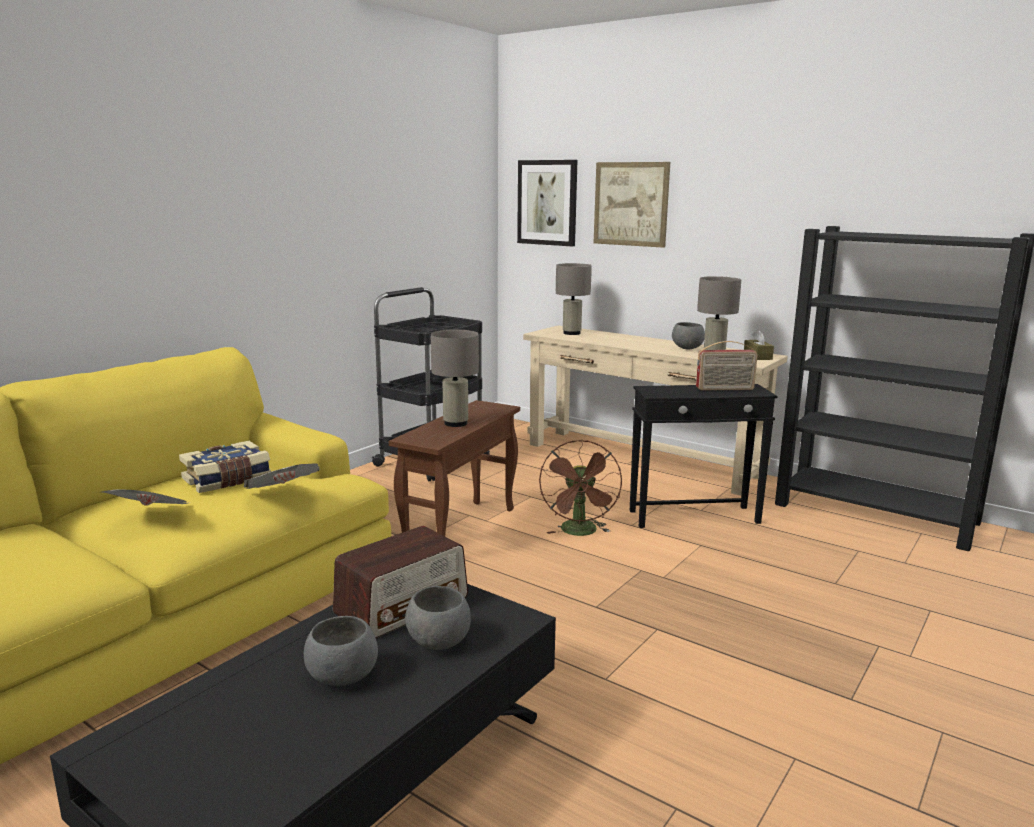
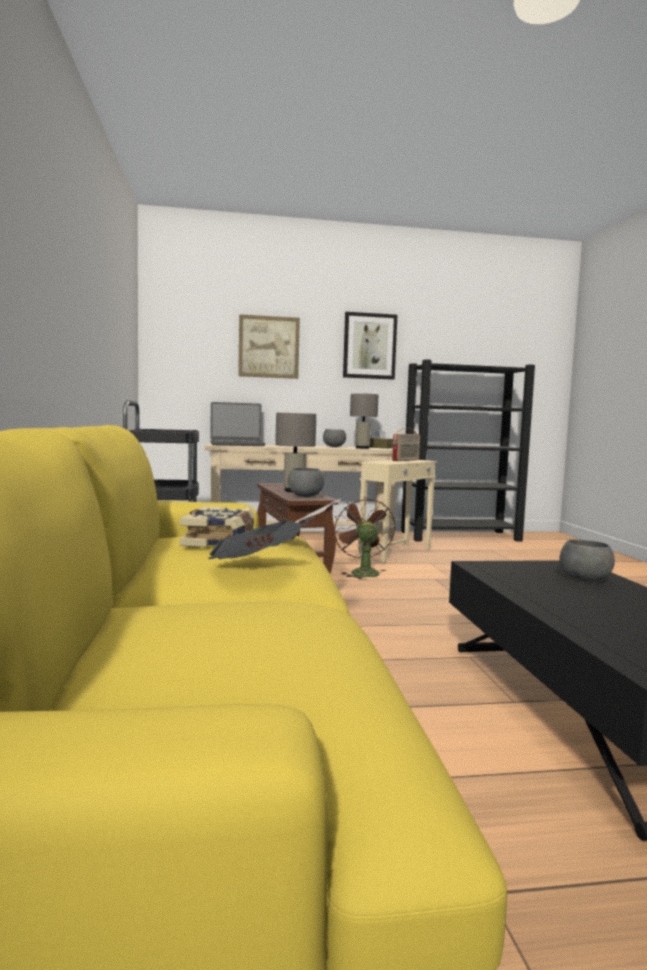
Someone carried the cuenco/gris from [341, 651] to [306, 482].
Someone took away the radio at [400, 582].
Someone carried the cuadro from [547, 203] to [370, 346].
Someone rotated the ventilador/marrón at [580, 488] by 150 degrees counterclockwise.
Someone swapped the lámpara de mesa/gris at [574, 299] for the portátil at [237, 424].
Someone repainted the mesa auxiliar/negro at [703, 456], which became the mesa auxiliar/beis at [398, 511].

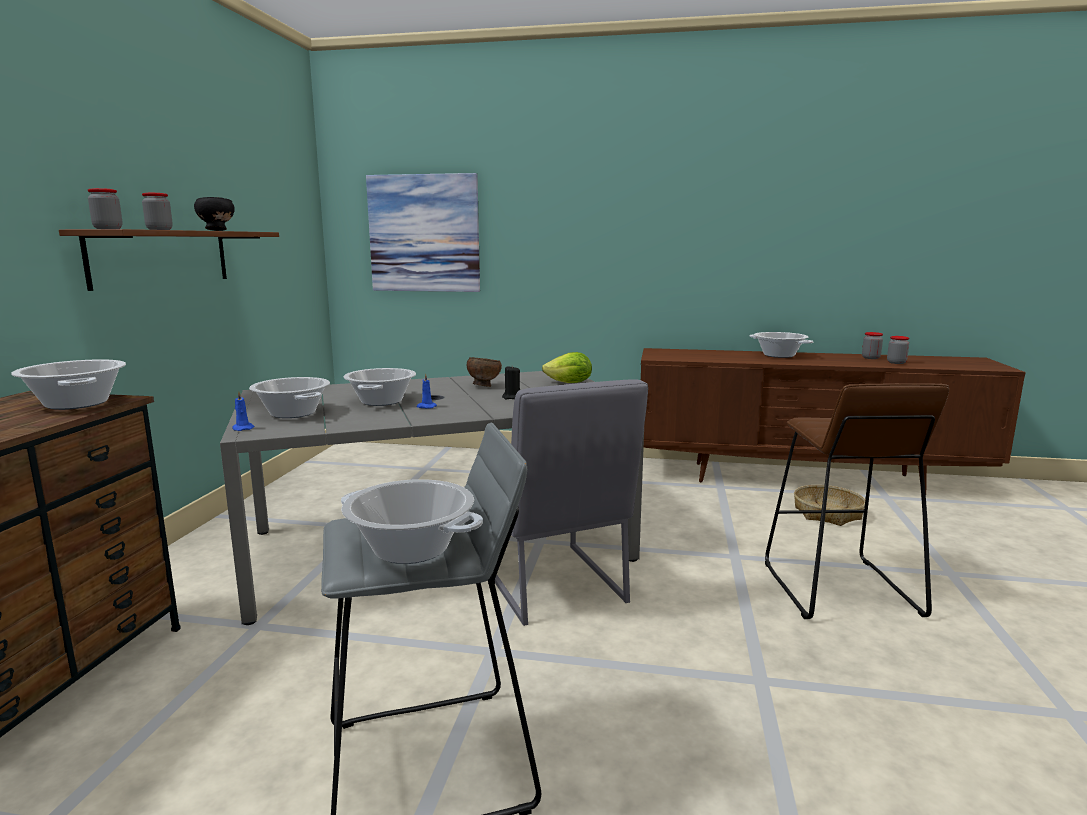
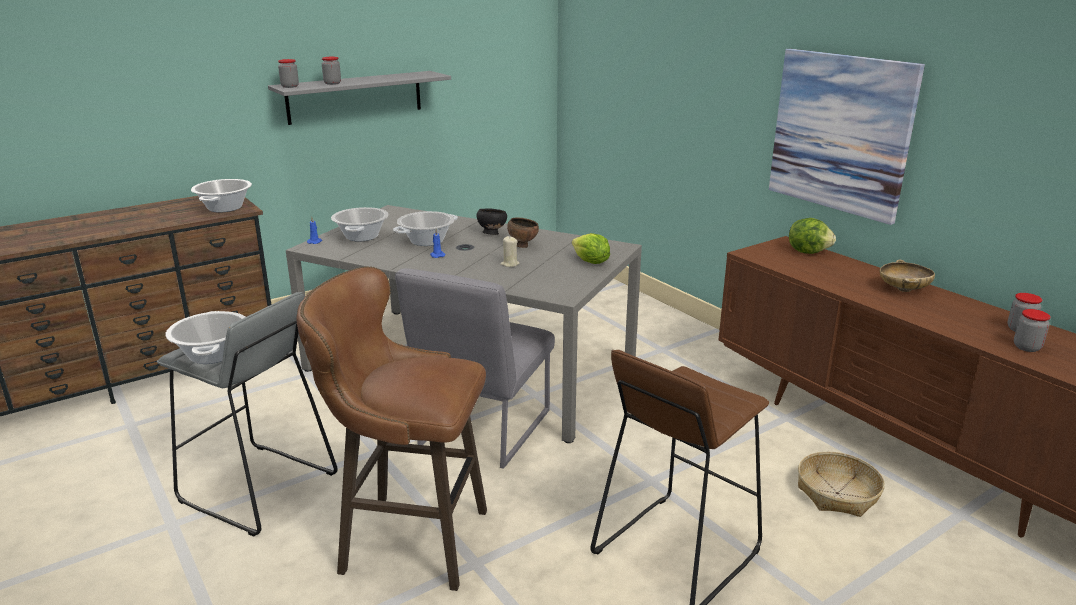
Someone repainted the estante/marrón at [169, 260], which became the estante/gris at [359, 98].
Someone carried the cuenco/negro from [214, 214] to [492, 221].
Someone carried the cuadro from [423, 232] to [847, 137].
Someone repainted the vela/negro at [511, 382], which became the vela/beis at [509, 251].
Someone swapped the olla at [782, 345] for the cuenco/beis at [907, 275].
Someone put down the taburete/marrón at [391, 428].
Someone put down the lechuga at [812, 236].

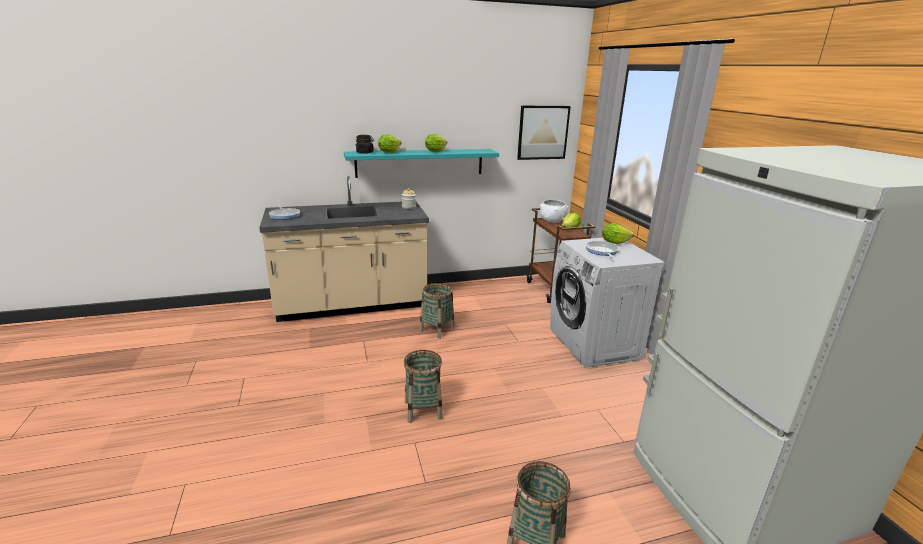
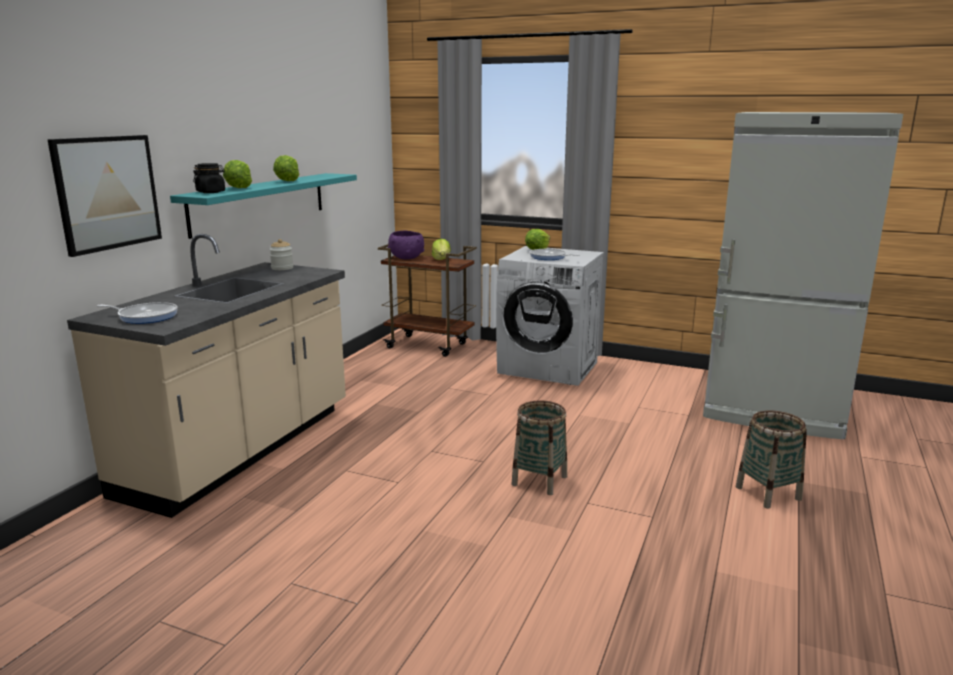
Someone took away the cesta at [437, 311].
Someone carried the cuadro from [544, 133] to [104, 196].
Someone repainted the cuenco/blanco at [554, 211], which became the cuenco/morado at [406, 244].

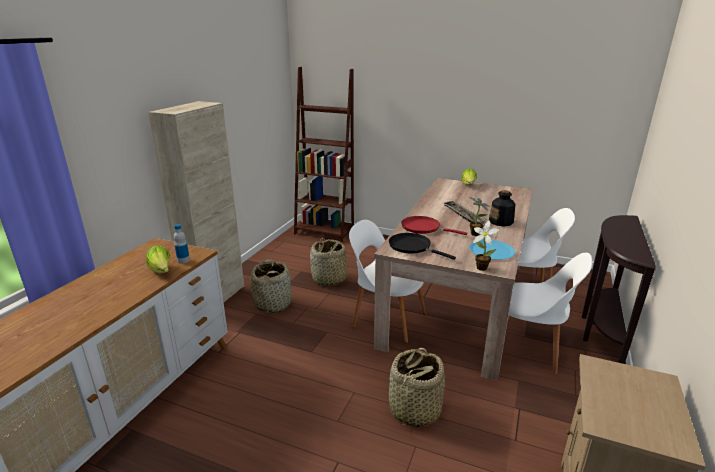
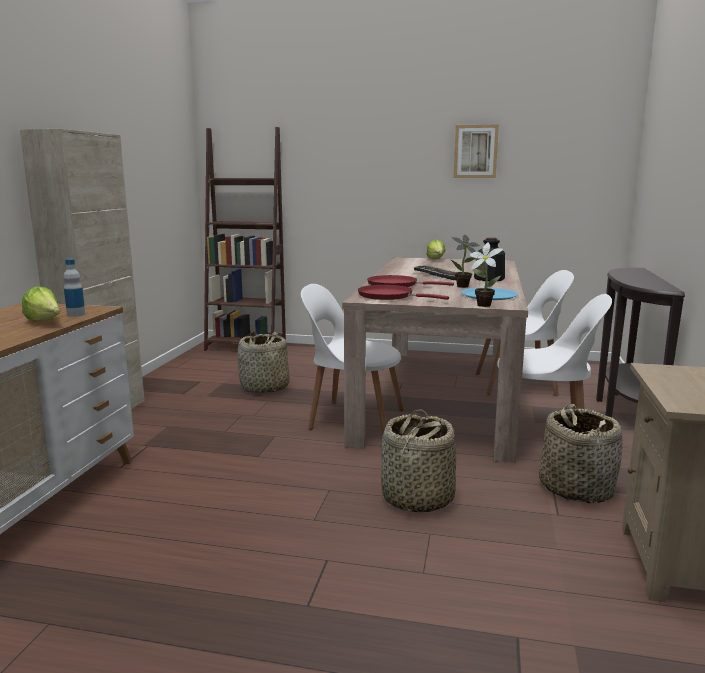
Someone carried the cesta from [271, 286] to [581, 453].
Someone repainted the sartén/negro at [422, 246], which became the sartén/rojo at [403, 292].
Someone put up the cuadro at [476, 151].

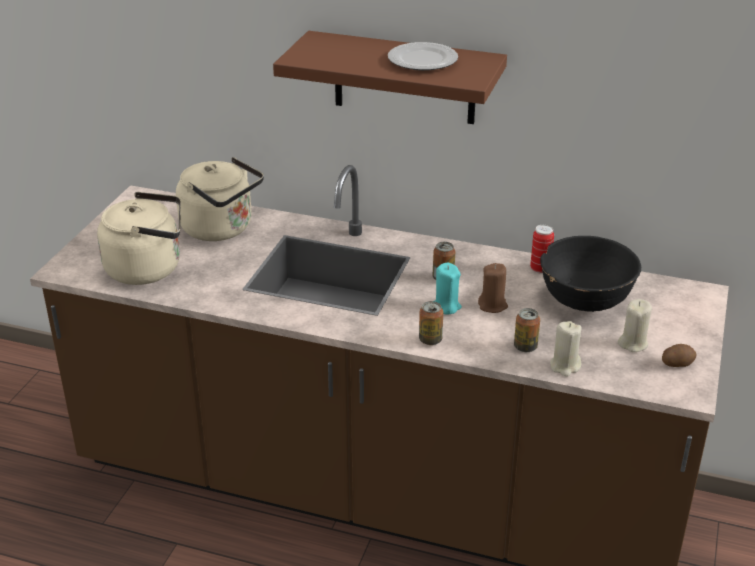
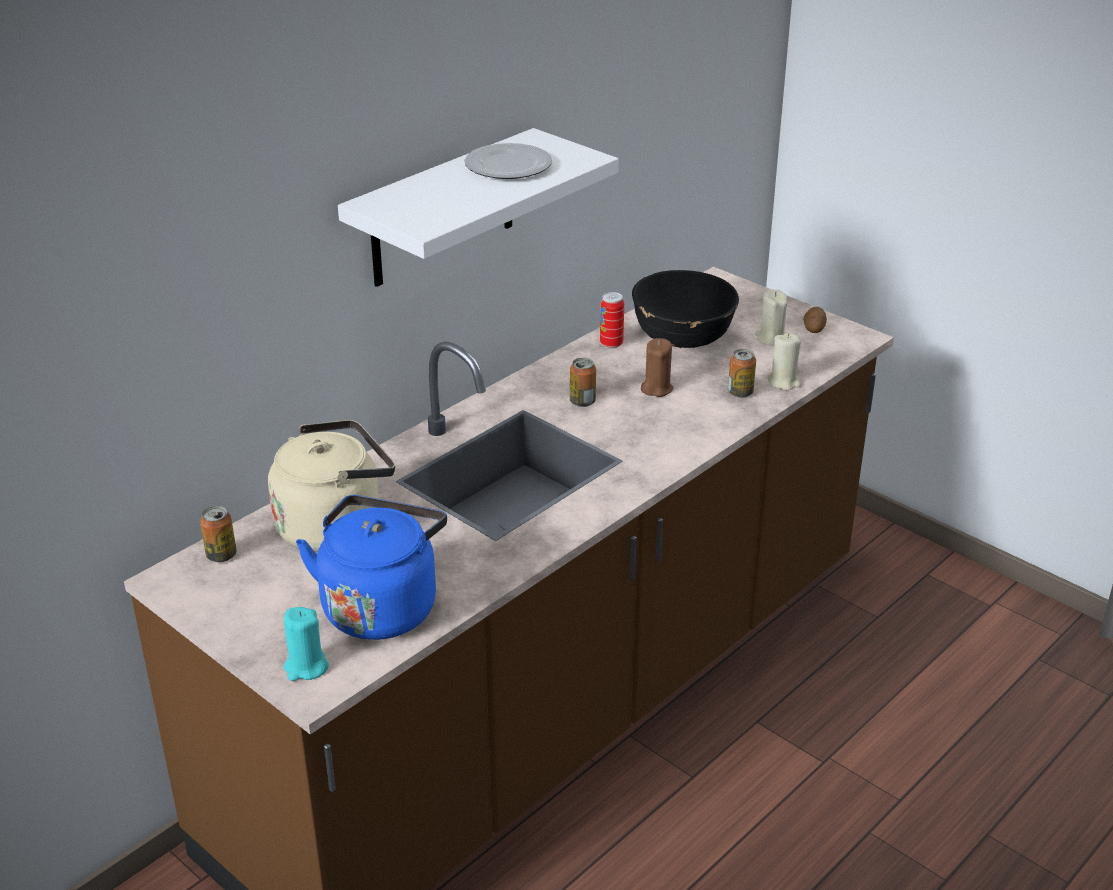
Someone repainted the hervidor/beis at [139, 238], which became the hervidor/azul at [371, 567].
Someone repainted the estante/marrón at [390, 77], which became the estante/blanco at [478, 207].
Someone carried the lata from [431, 323] to [218, 534].
Someone carried the vela/turquesa from [448, 289] to [306, 644].

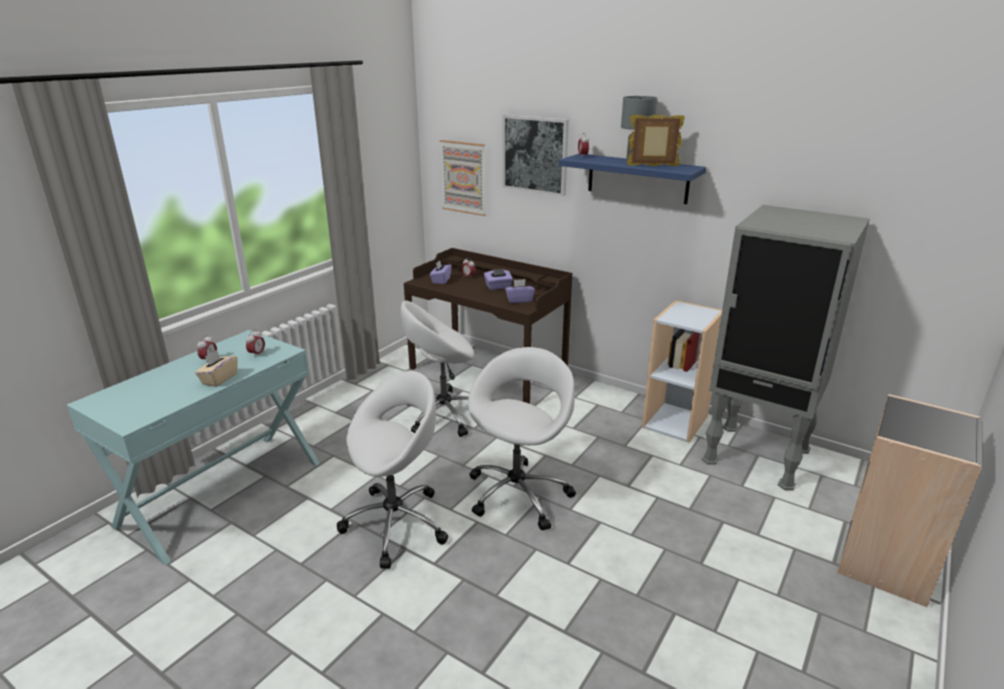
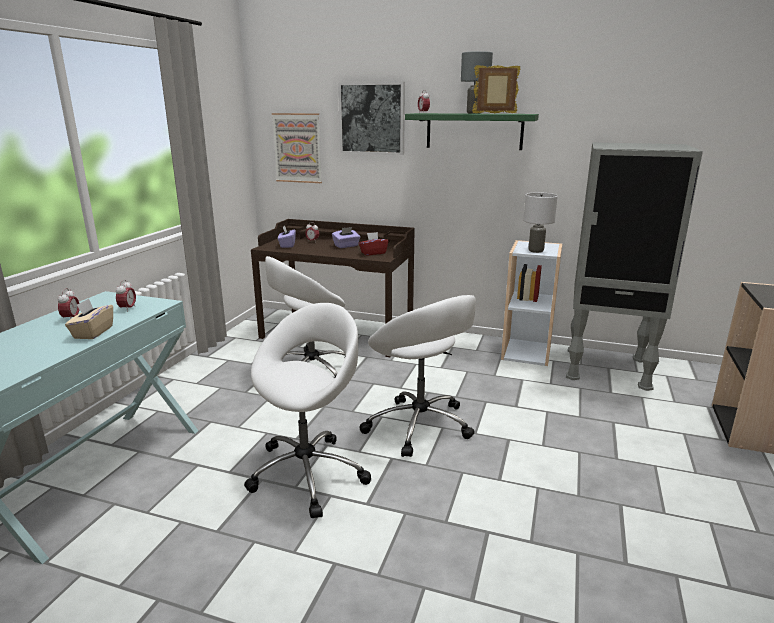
Someone rotated the silla de oficina/blanco at [522, 438] by 120 degrees clockwise.
Someone repainted the caja de pañuelos/morado at [520, 291], which became the caja de pañuelos/rojo at [373, 243].
Someone repainted the estante/azul at [632, 179], which became the estante/verde at [472, 131].
Someone put down the lámpara de mesa/blanco at [540, 222].

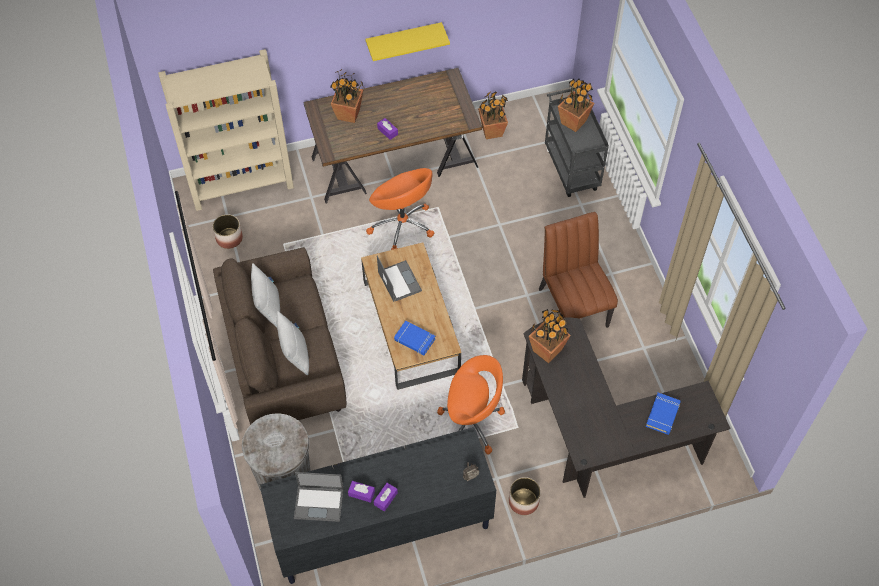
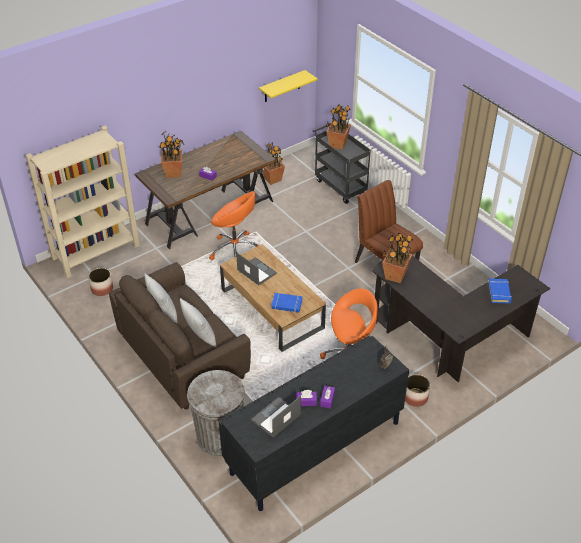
Someone rotated the portátil at [319, 497] by 150 degrees clockwise.
Someone carried the estante/amarillo from [407, 41] to [288, 86].

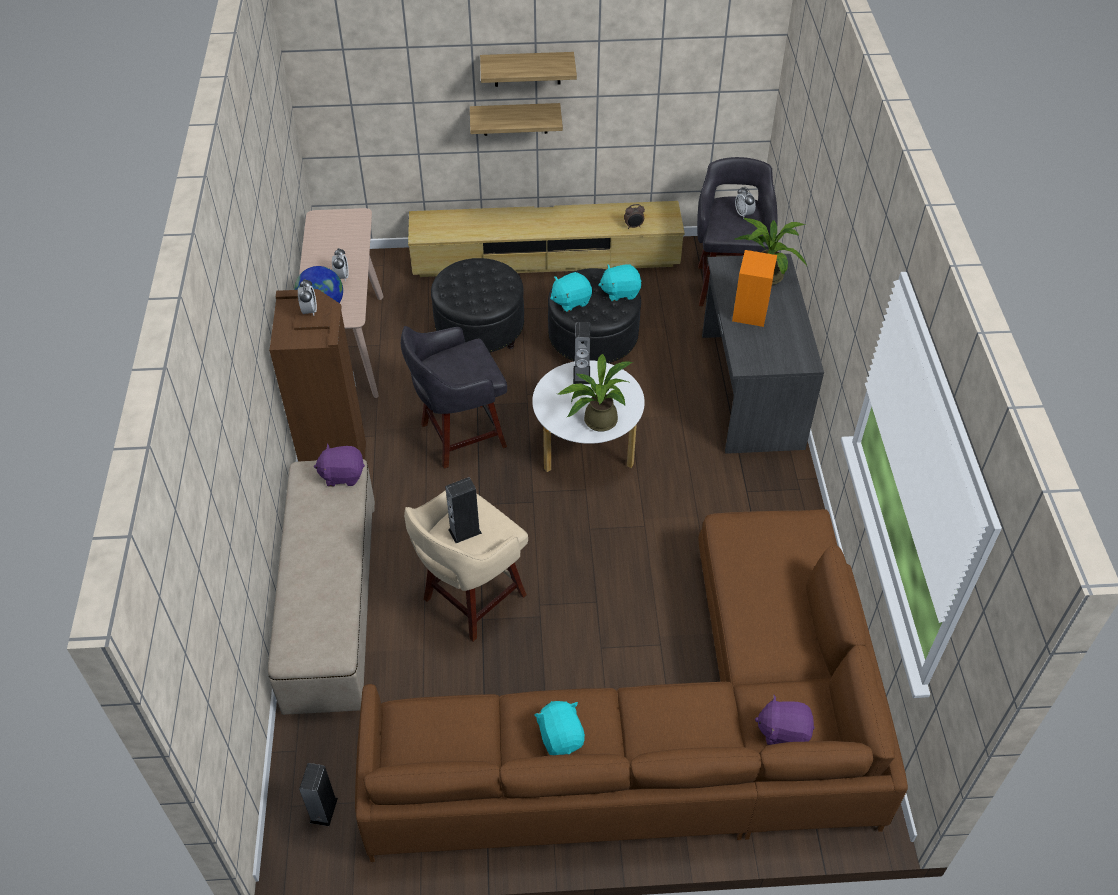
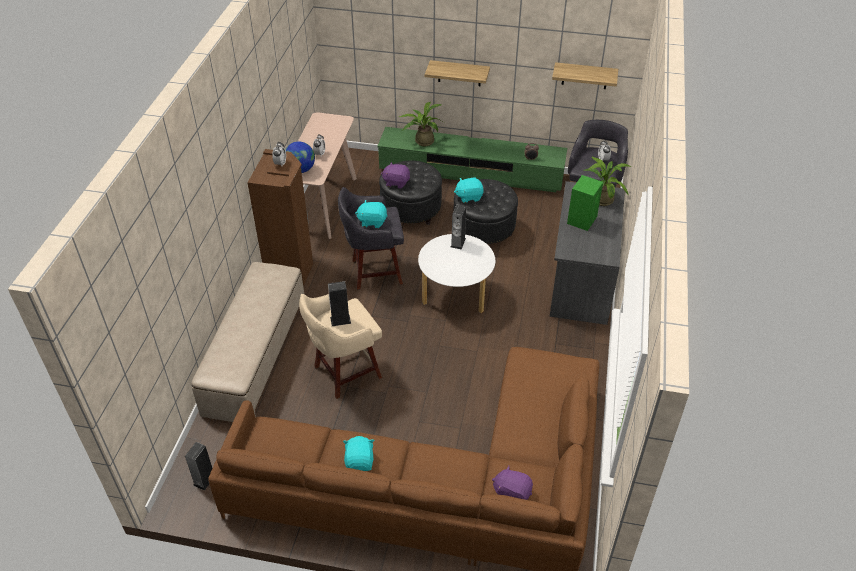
Someone carried the peluche/morado from [339, 465] to [395, 175].
Someone repainted the mueble de televisión/beis at [546, 239], which became the mueble de televisión/verde at [472, 159].
Someone carried the estante from [528, 69] to [585, 75].
Someone carried the planta en maceta from [595, 393] to [420, 124].
Someone carried the peluche/turquesa from [619, 282] to [371, 214].
Someone repainted the altavoz/naranja at [754, 288], which became the altavoz/verde at [585, 203].

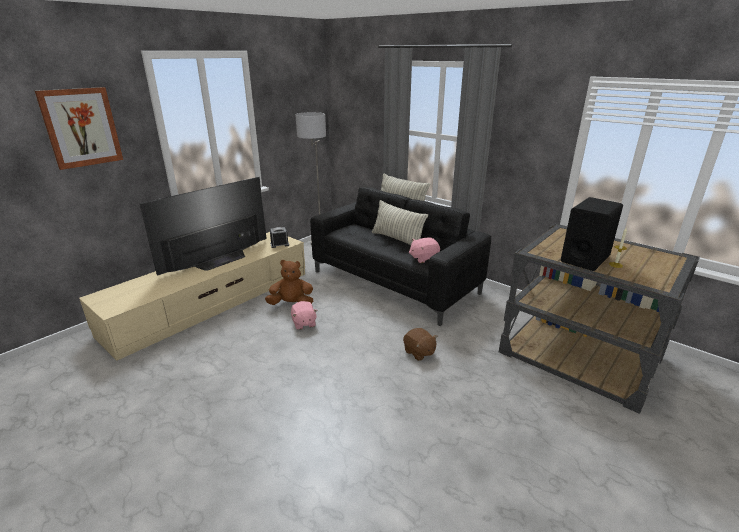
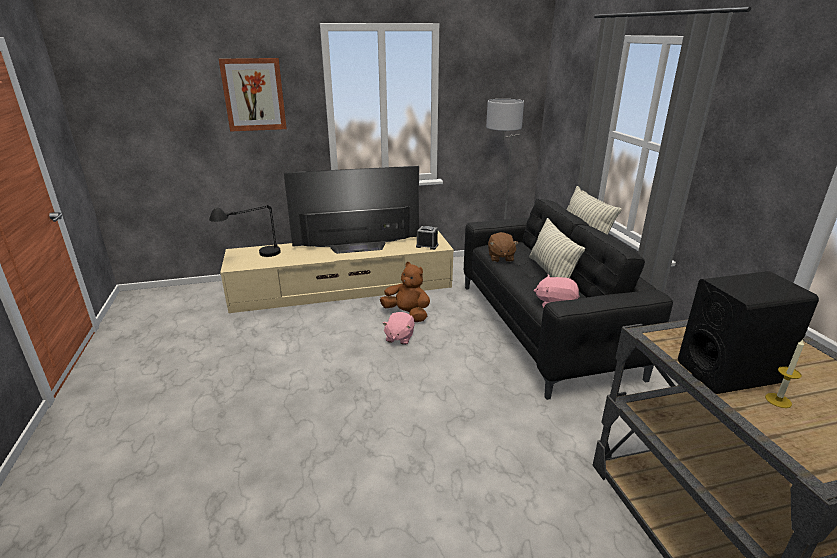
Someone carried the peluche/marrón from [420, 344] to [503, 247].
Someone put down the lámpara de mesa/negro at [245, 231].

